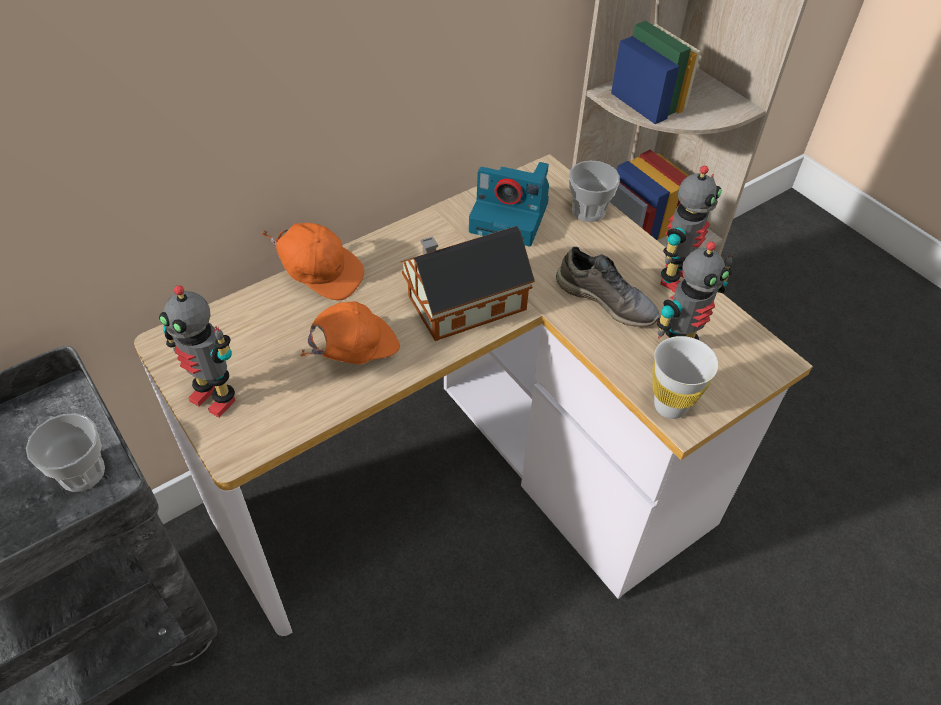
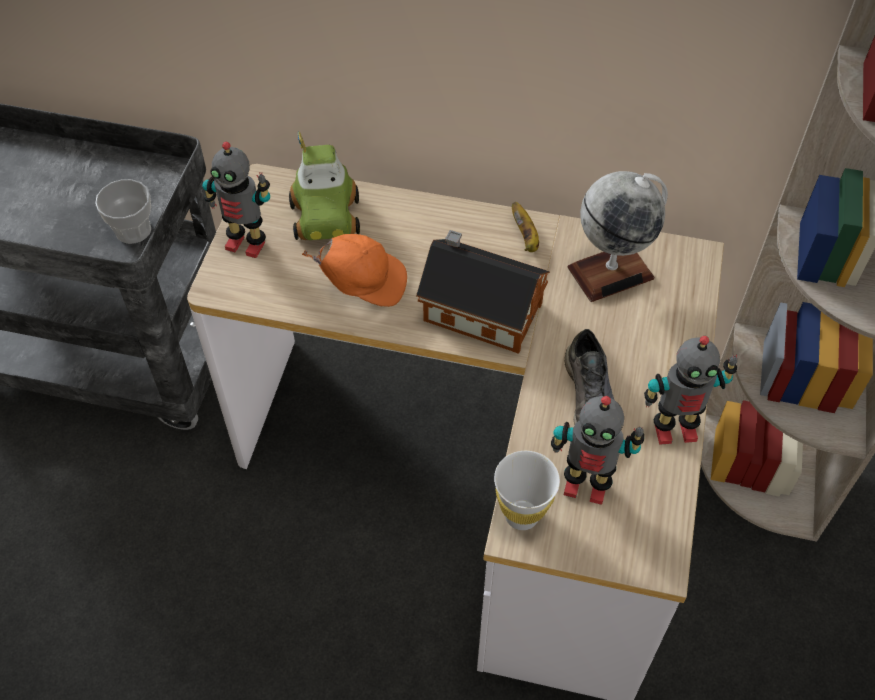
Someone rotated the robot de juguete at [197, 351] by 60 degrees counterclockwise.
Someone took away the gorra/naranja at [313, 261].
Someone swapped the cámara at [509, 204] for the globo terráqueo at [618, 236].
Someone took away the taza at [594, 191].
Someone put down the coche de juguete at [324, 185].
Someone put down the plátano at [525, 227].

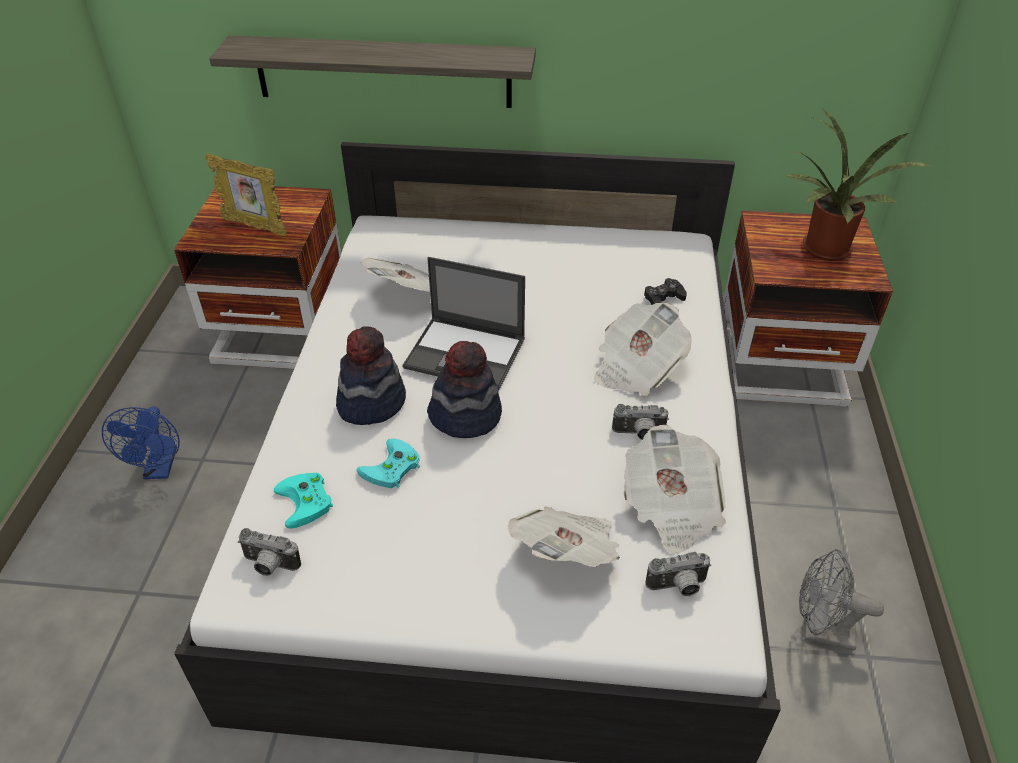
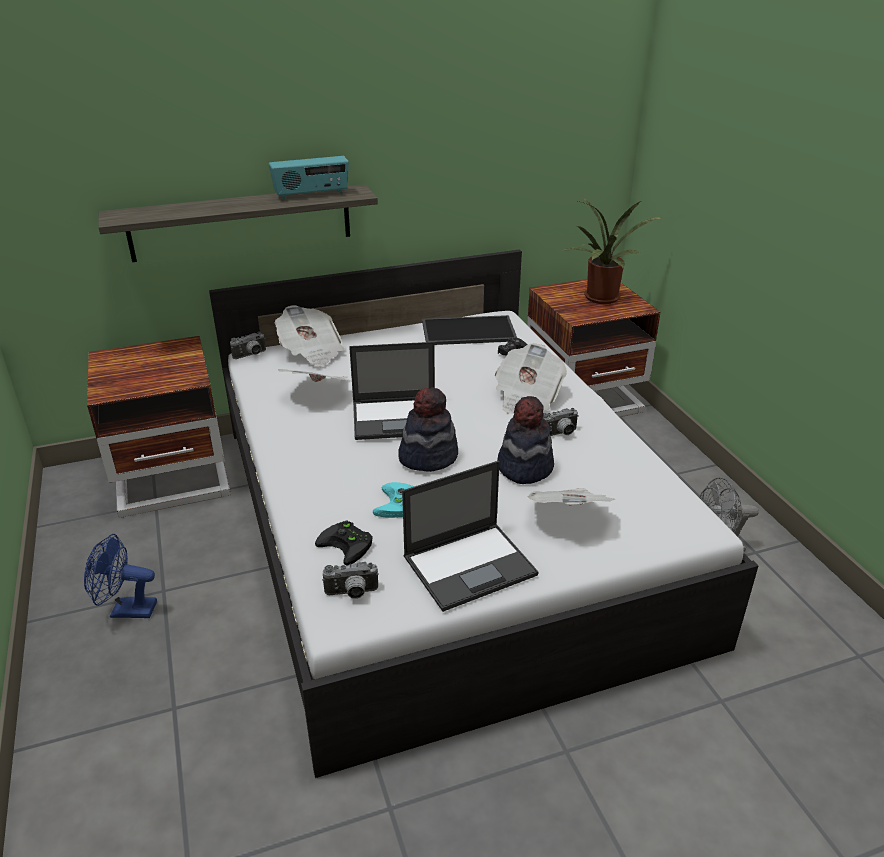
Someone rotated the ventilador/azul at [141, 442] by 120 degrees clockwise.
Someone took away the portarretratos at [246, 195].
Someone repainted the mando de consola/turquesa at [303, 501], which became the mando de consola/negro at [344, 543].
Someone carried the sombrero from [371, 375] to [525, 440].
Someone carried the periódico from [674, 489] to [309, 336].
Someone carried the cámara from [678, 574] to [248, 345].
Someone put down the radio at [309, 178].
Someone put down the portátil at [470, 536].
Someone put down the bandeja at [469, 330].

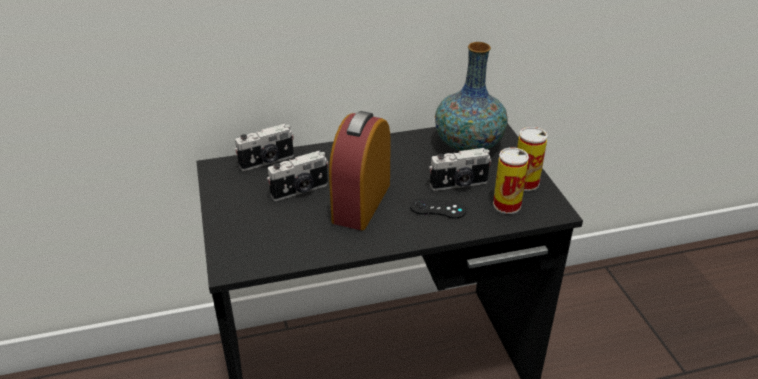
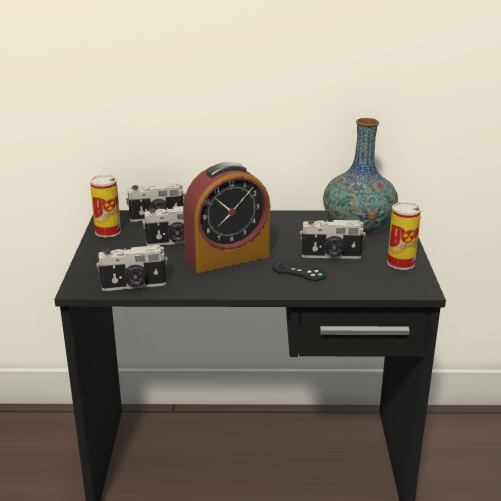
Someone rotated the despertador at [360, 170] by 150 degrees counterclockwise.
Someone carried the lata from [511, 181] to [105, 206].
Someone put down the cámara at [132, 268].

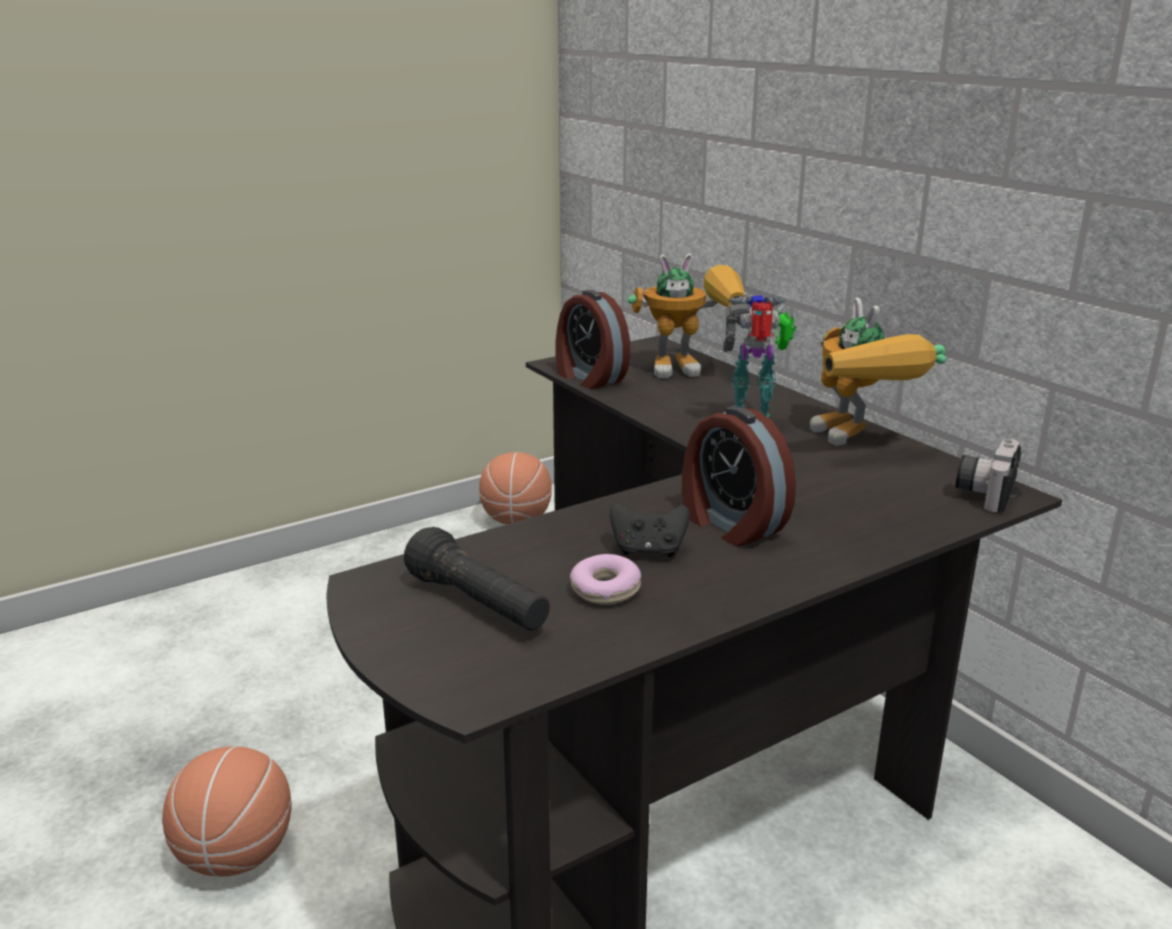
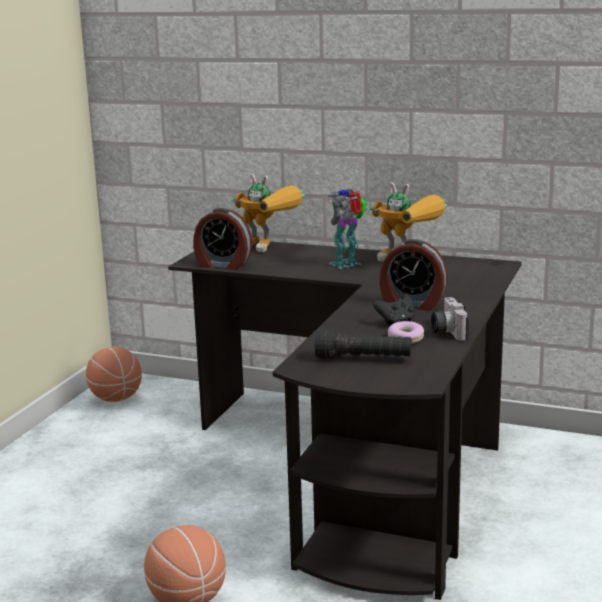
Someone rotated the robot de juguete at [687, 316] by 75 degrees clockwise.
Someone carried the cámara from [988, 476] to [450, 319].

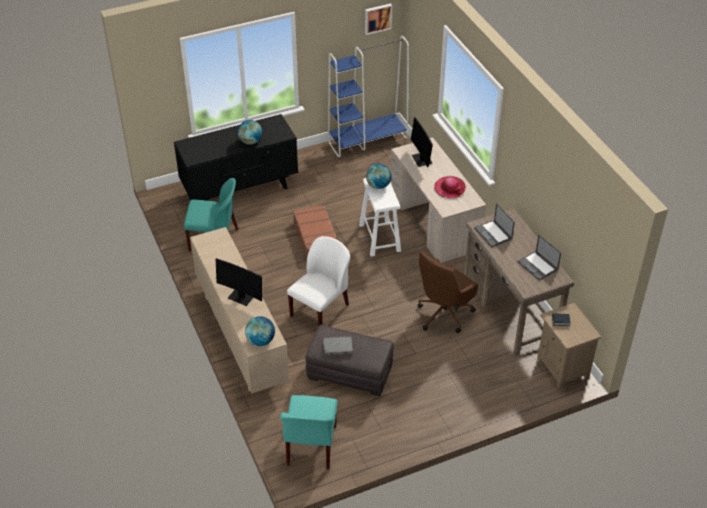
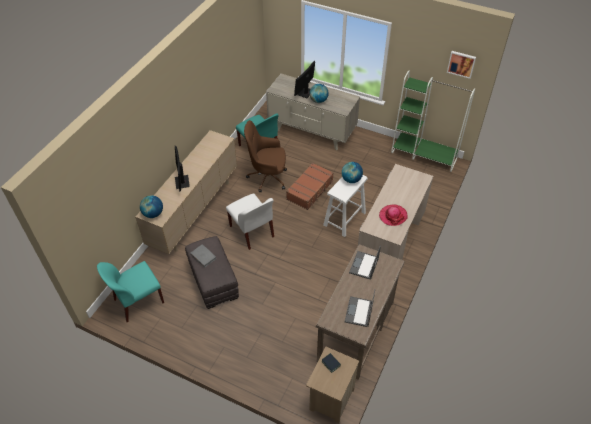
Someone repainted the cómoda/negro at [236, 157], which became the cómoda/beis at [313, 112].
Someone rotated the silla/blanco at [318, 281] by 60 degrees clockwise.
Someone repainted the perchero/azul at [368, 96], which became the perchero/verde at [433, 121].
Someone carried the monitor from [422, 142] to [304, 79].
Someone carried the silla de oficina/marrón from [448, 292] to [265, 156].

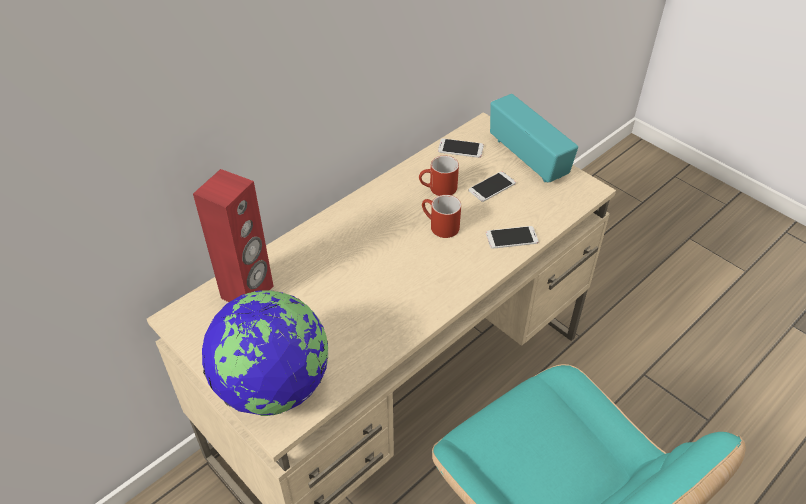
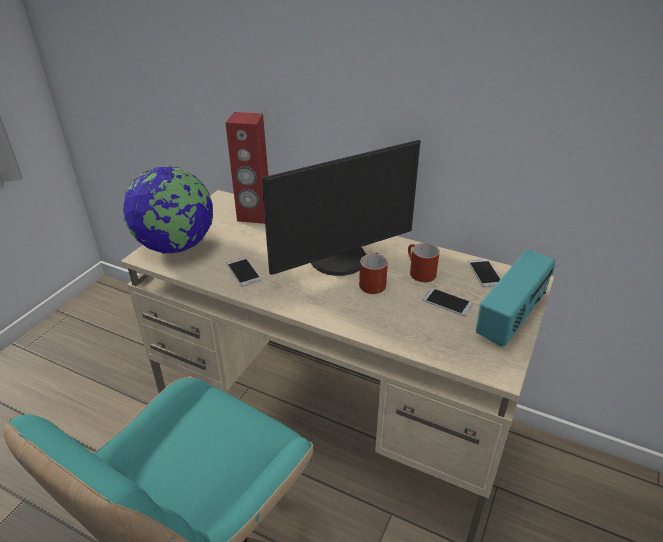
Someone carried the móvil from [512, 237] to [244, 271].
Someone put down the monitor at [340, 208].

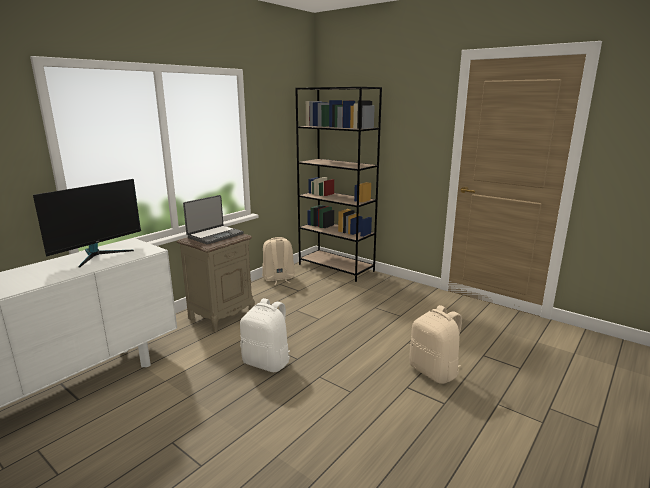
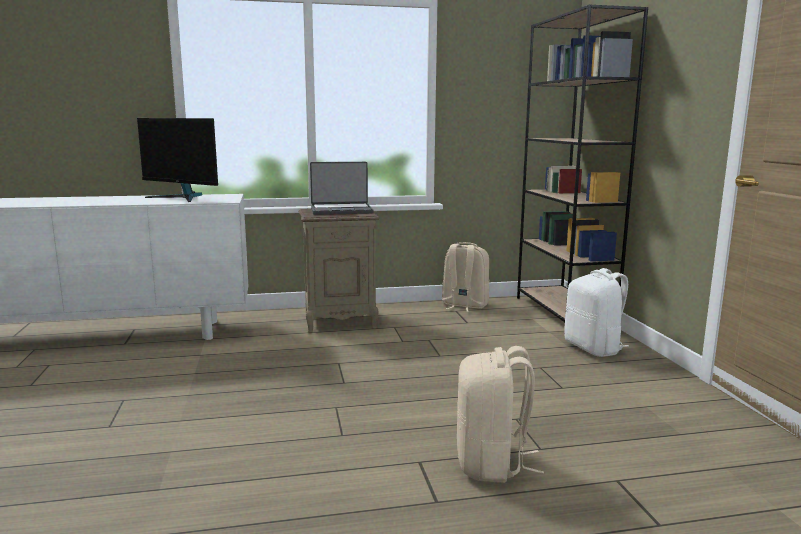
Someone rotated the monitor at [87, 223] by 45 degrees clockwise.
Someone carried the mochila/blanco from [265, 335] to [596, 312].

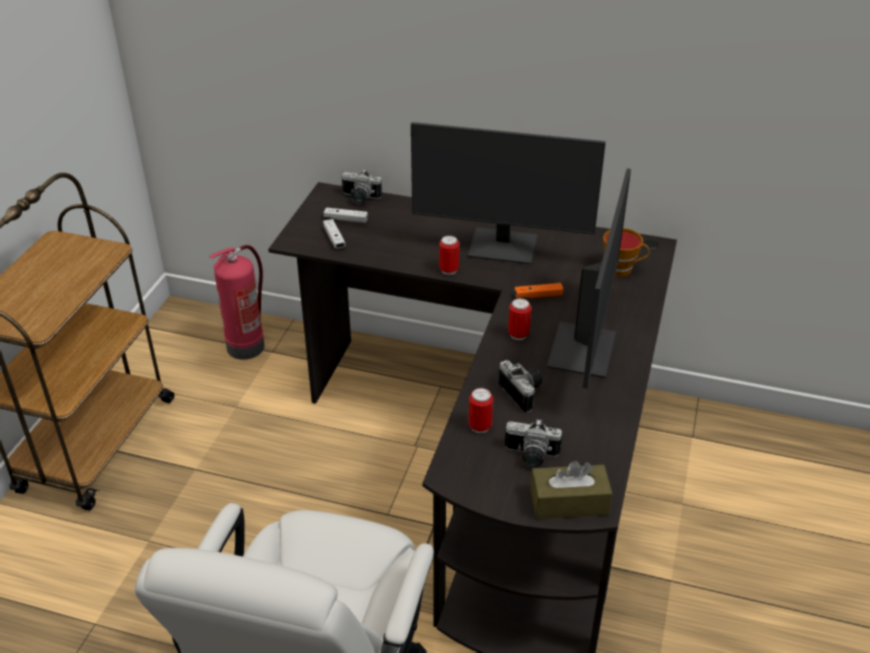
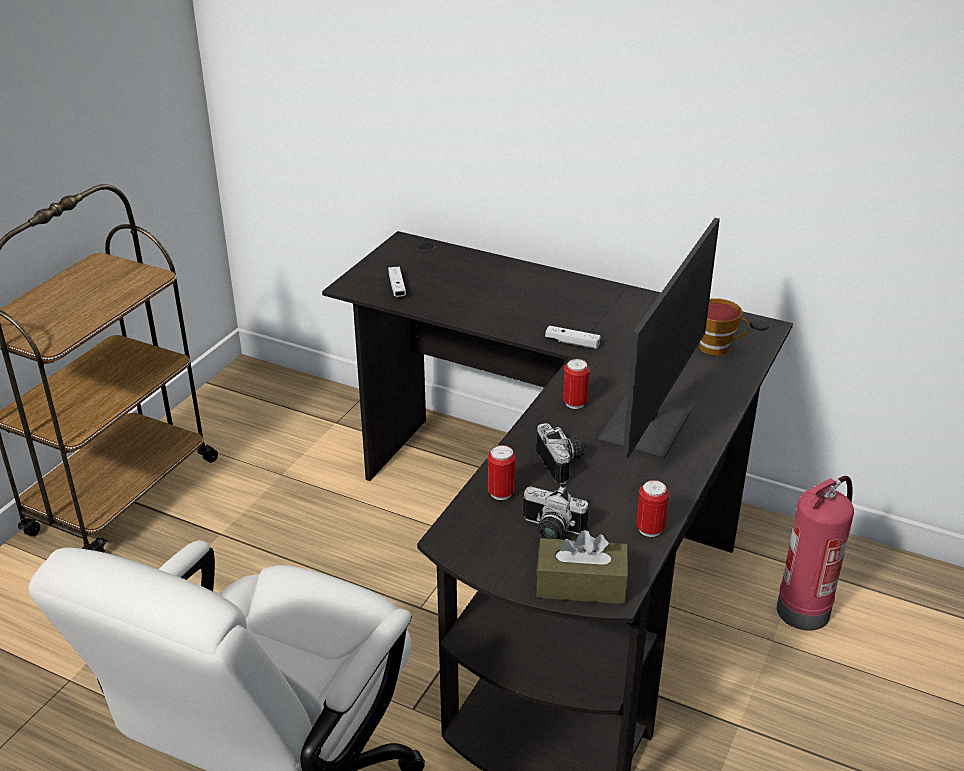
Someone carried the extintor from [237, 302] to [815, 553].
Someone carried the mando de consola/blanco from [346, 215] to [573, 337].
Someone took away the cámara at [362, 186].
Someone took away the monitor at [508, 193].
Someone carried the lata from [449, 255] to [652, 508].
Someone took away the mando de consola/naranja at [539, 290].

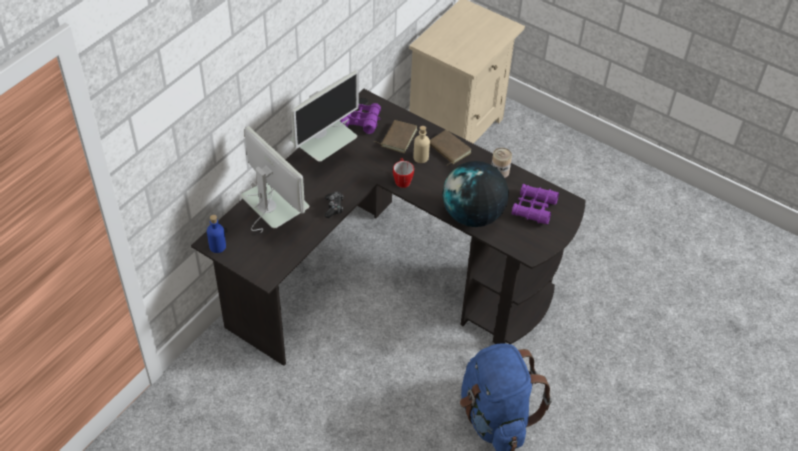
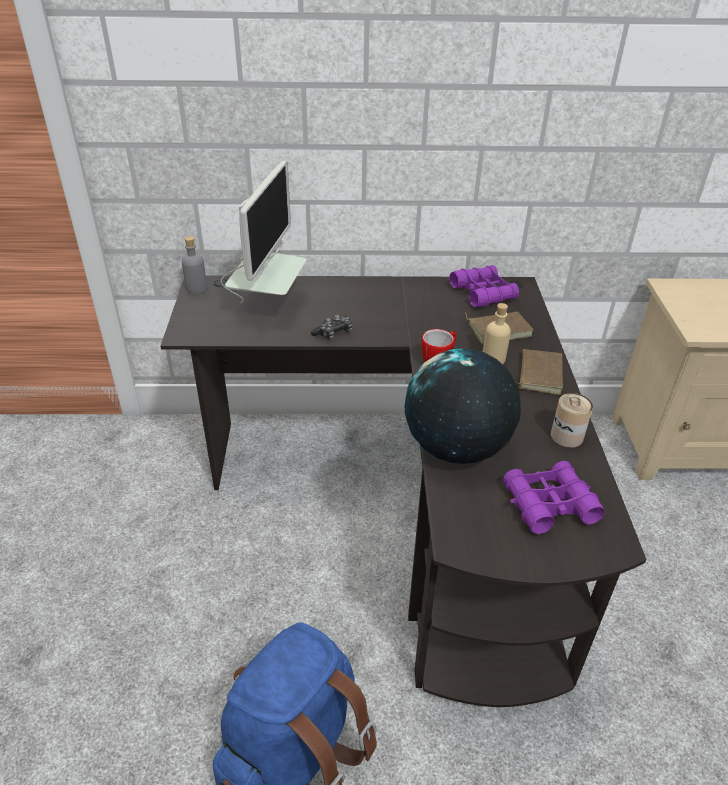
Someone repainted the botella/azul at [216, 234], which became the botella/gris at [194, 265].
Someone took away the monitor at [325, 116].

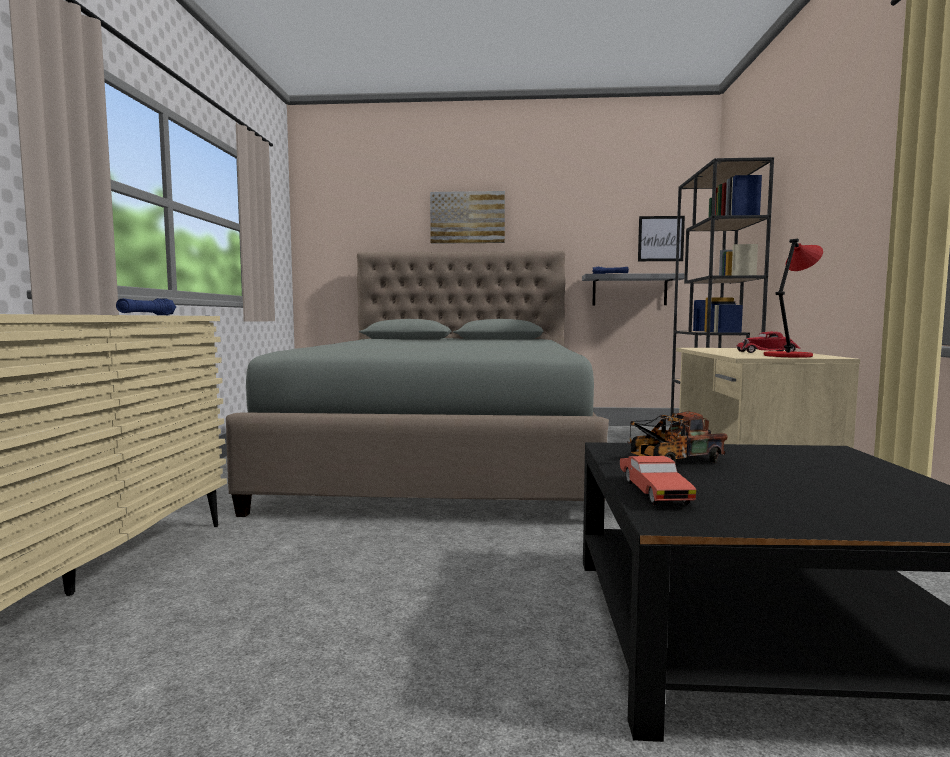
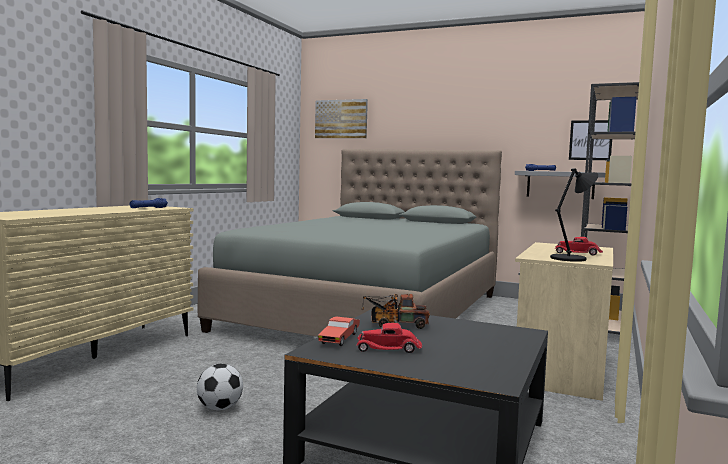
Someone carried the cuadro from [467, 217] to [341, 118].
Someone repainted the lámpara de mesa/rojo at [793, 298], which became the lámpara de mesa/negro at [574, 215].
Someone put down the balón de fútbol at [220, 387].
Someone put down the coche de juguete/rojo at [389, 338].

